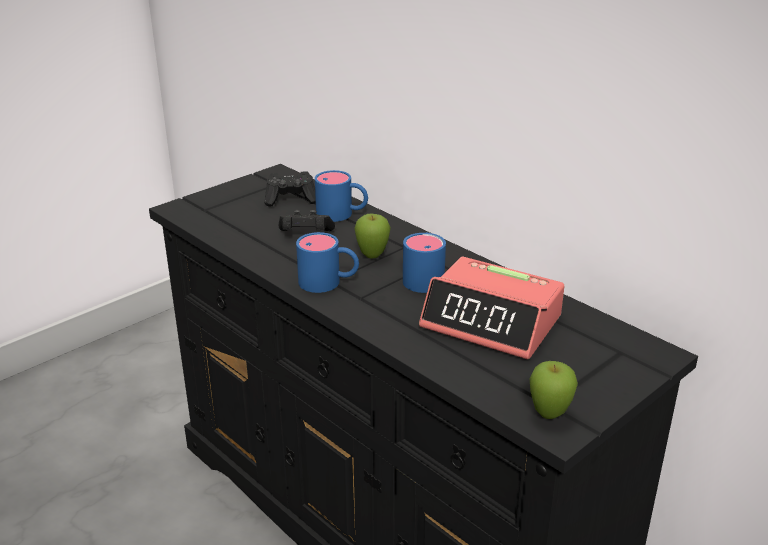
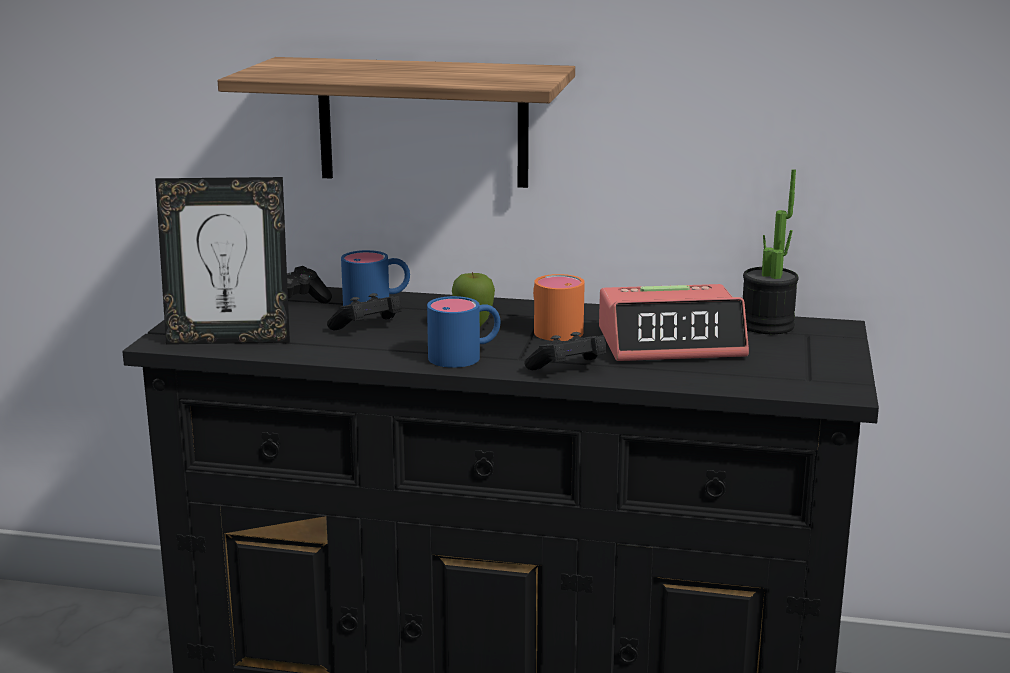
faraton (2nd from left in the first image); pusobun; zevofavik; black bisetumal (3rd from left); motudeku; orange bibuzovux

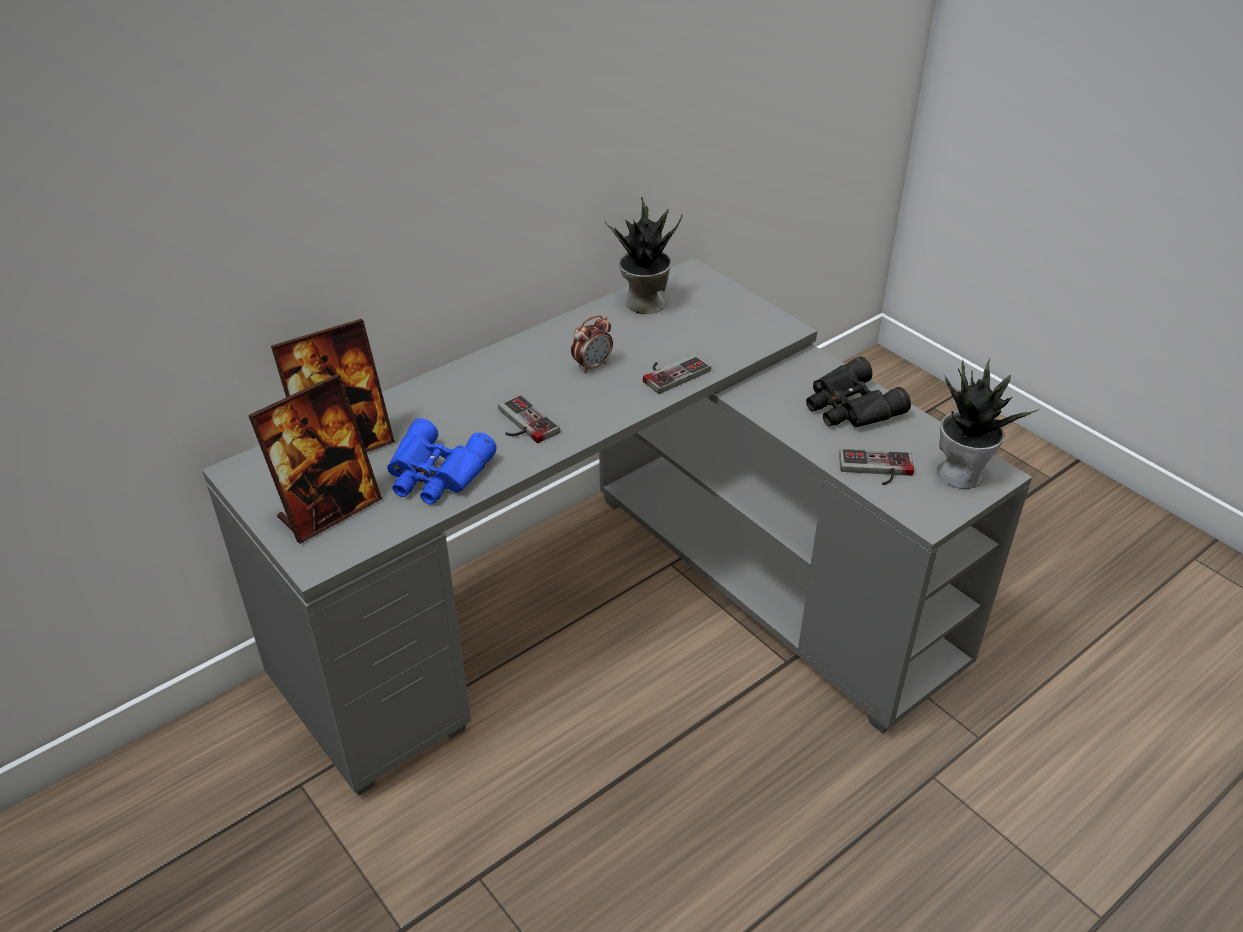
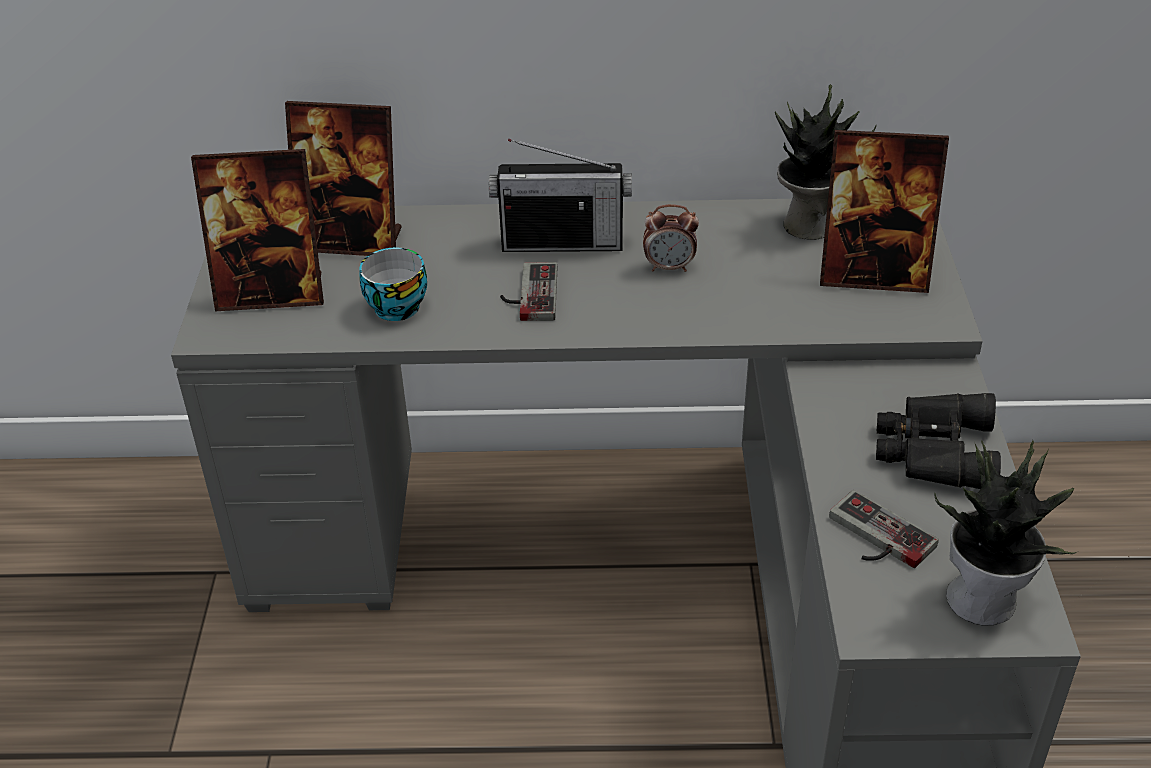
bisetumal (2nd from left in the first image); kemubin; pusobun (3rd from left); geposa

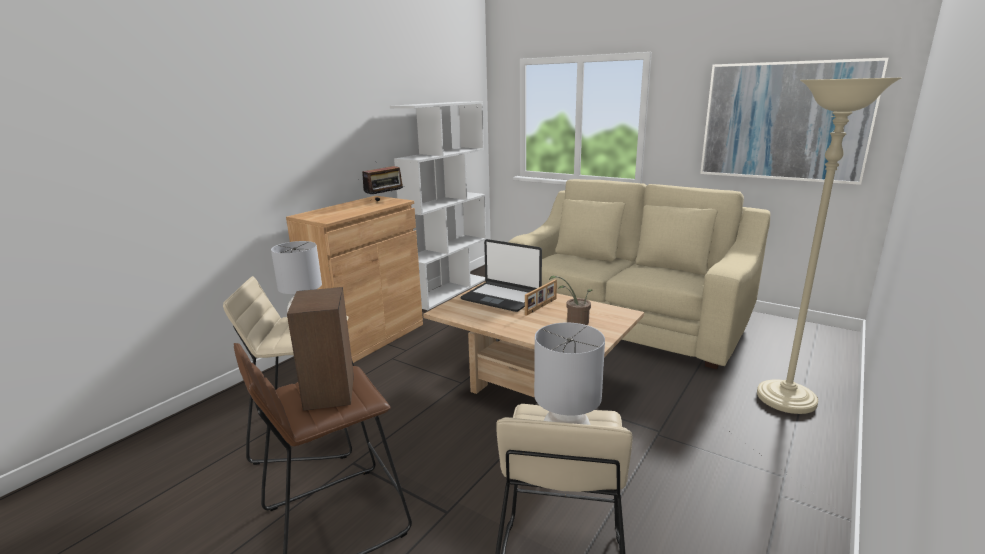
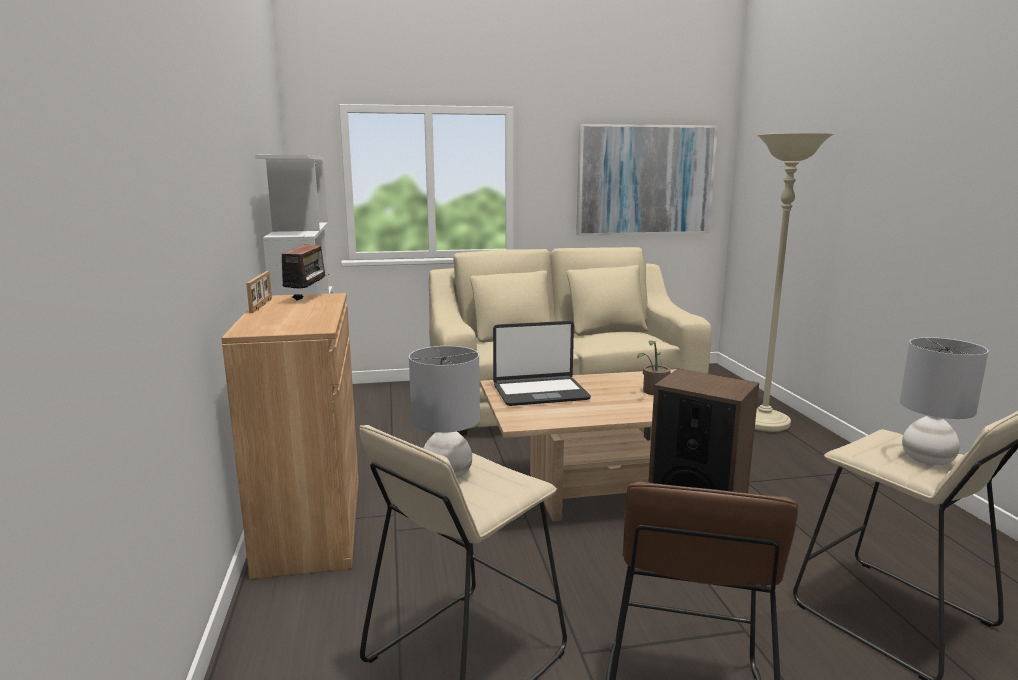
pusobun

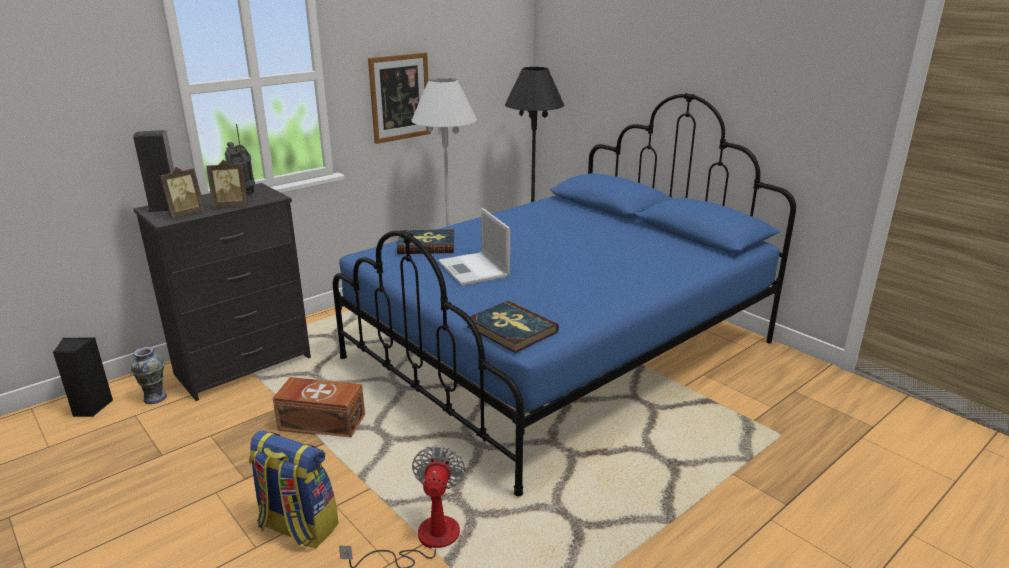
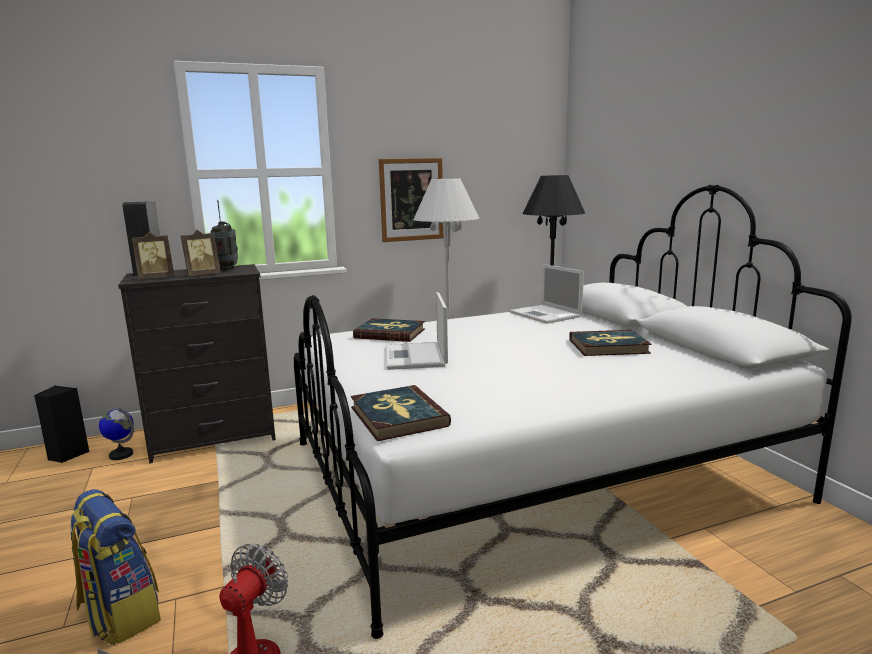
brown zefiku; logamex (2nd from left); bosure (3rd from left); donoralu; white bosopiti; pusobun (2nd from left)

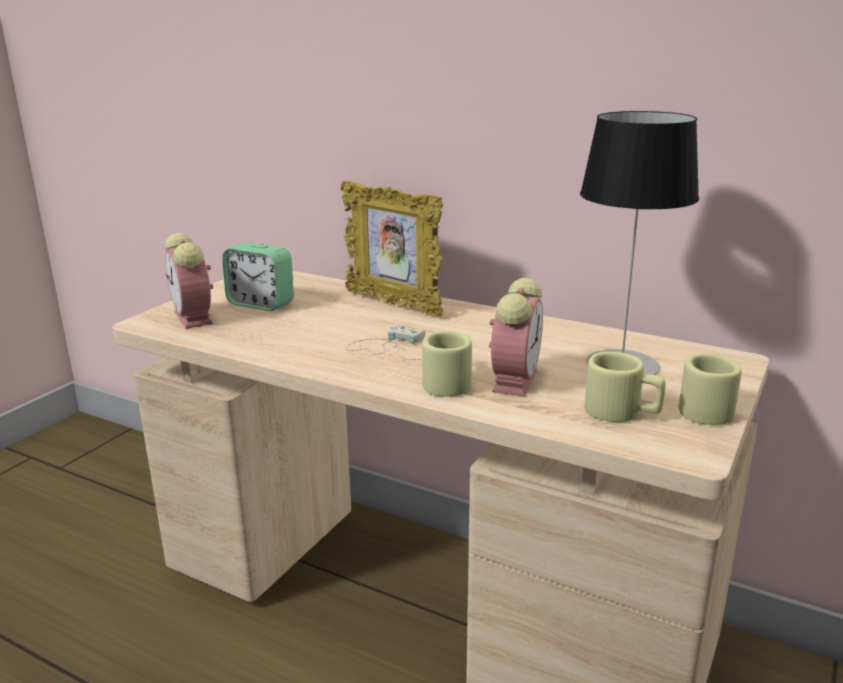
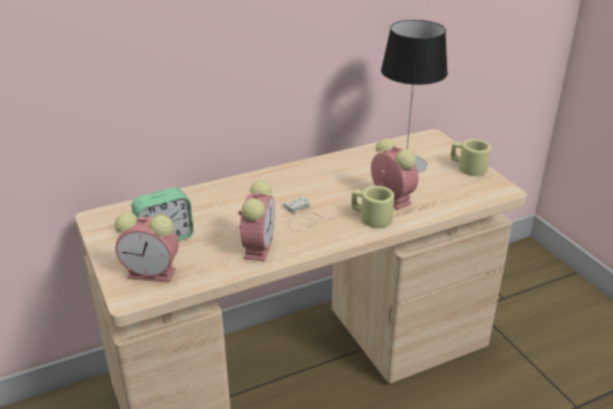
pusobun; beige bibuzovux (2nd from left in the first image); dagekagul (3rd from left)

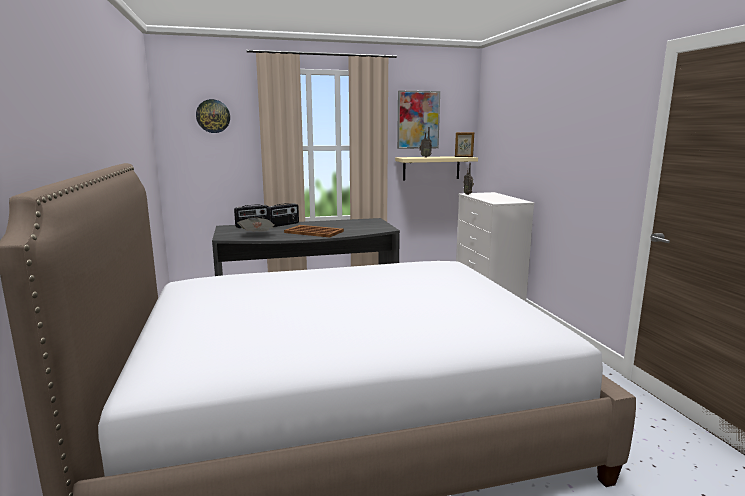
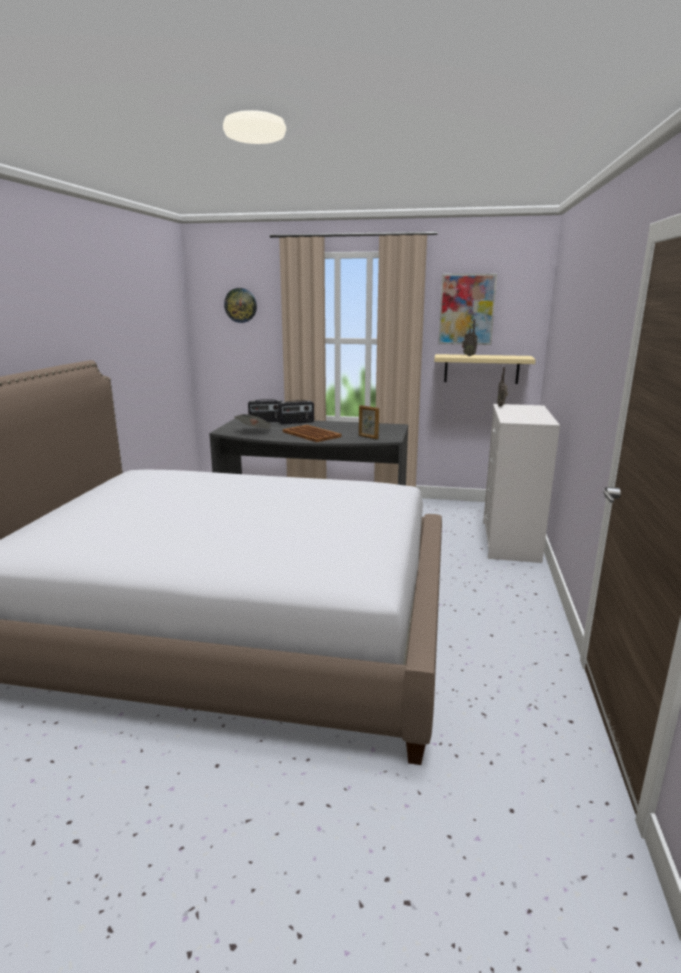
pusobun

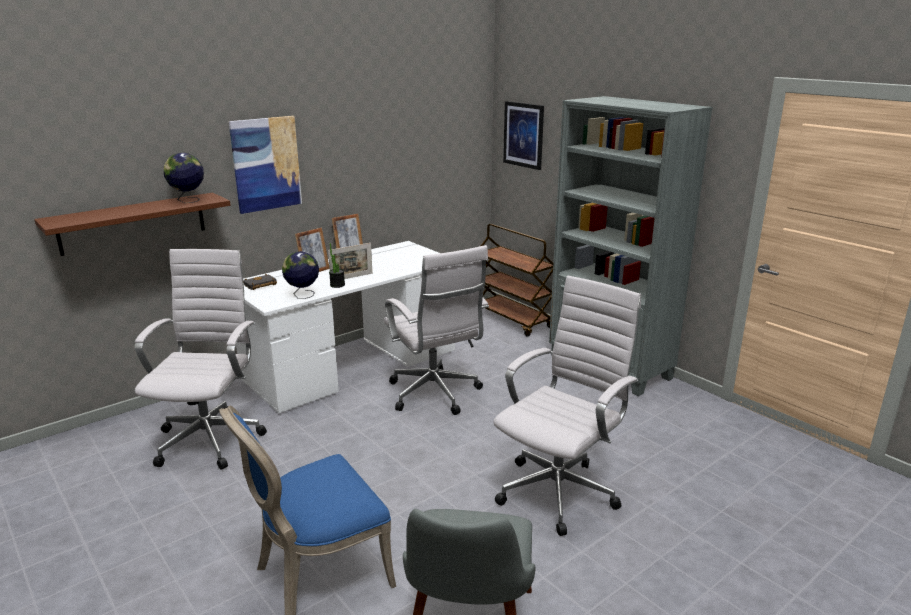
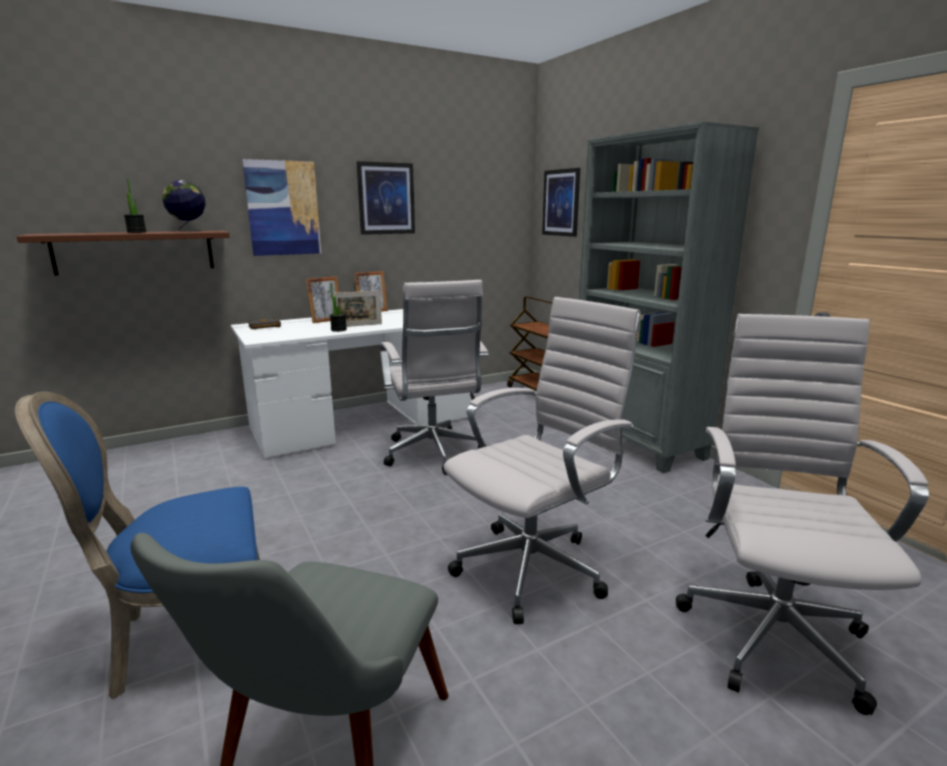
donoralu (2nd from left in the first image); motudeku (1st from left); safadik (2nd from left); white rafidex (3rd from left)

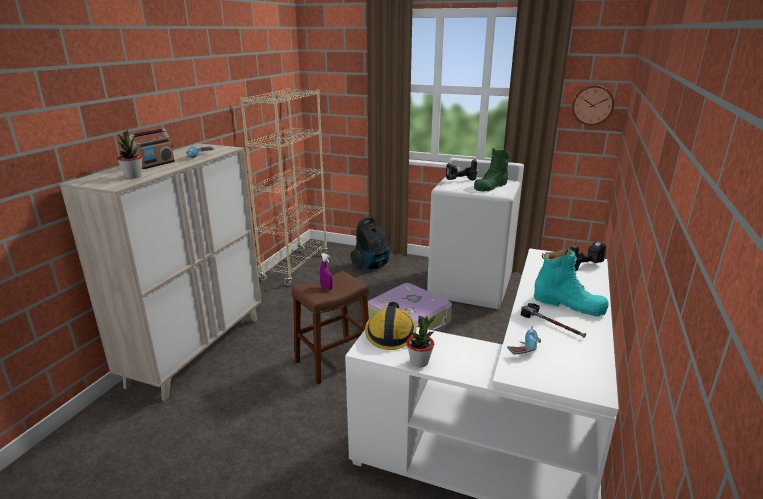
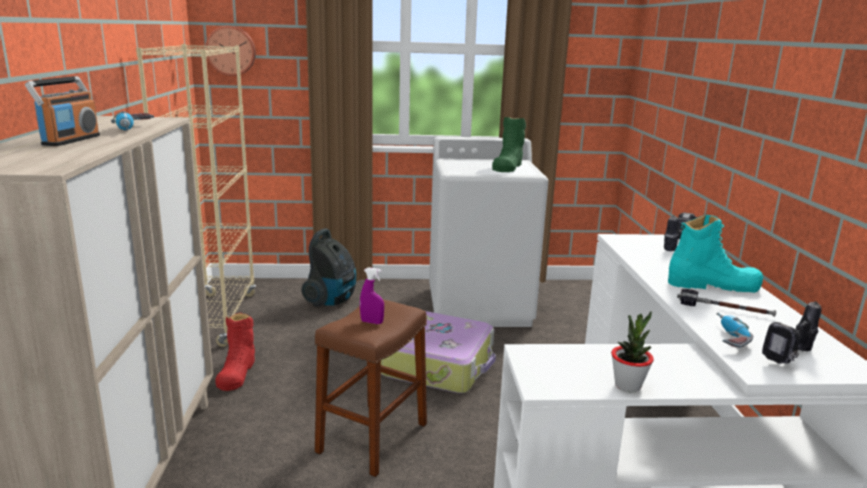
motudeku (1st from left in the first image); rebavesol; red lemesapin; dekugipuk (4th from left); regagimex

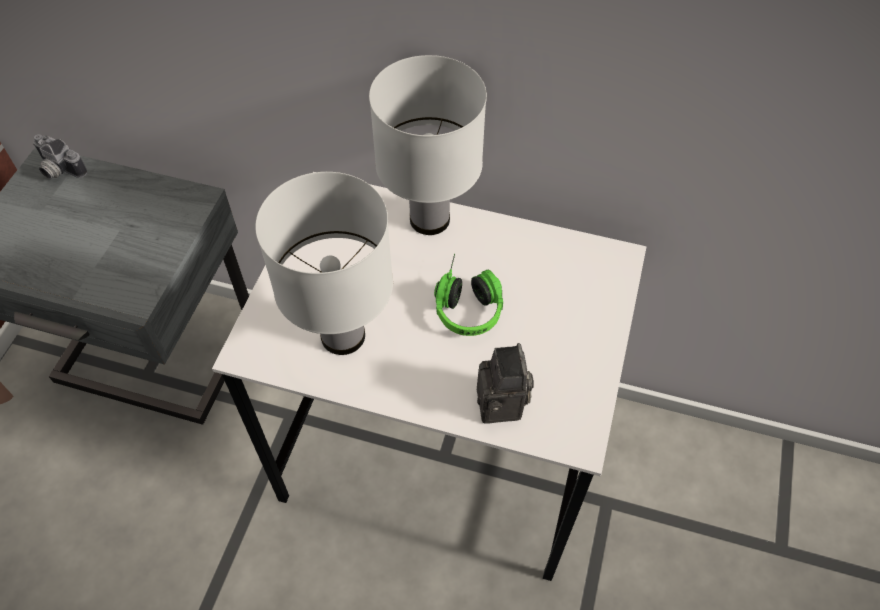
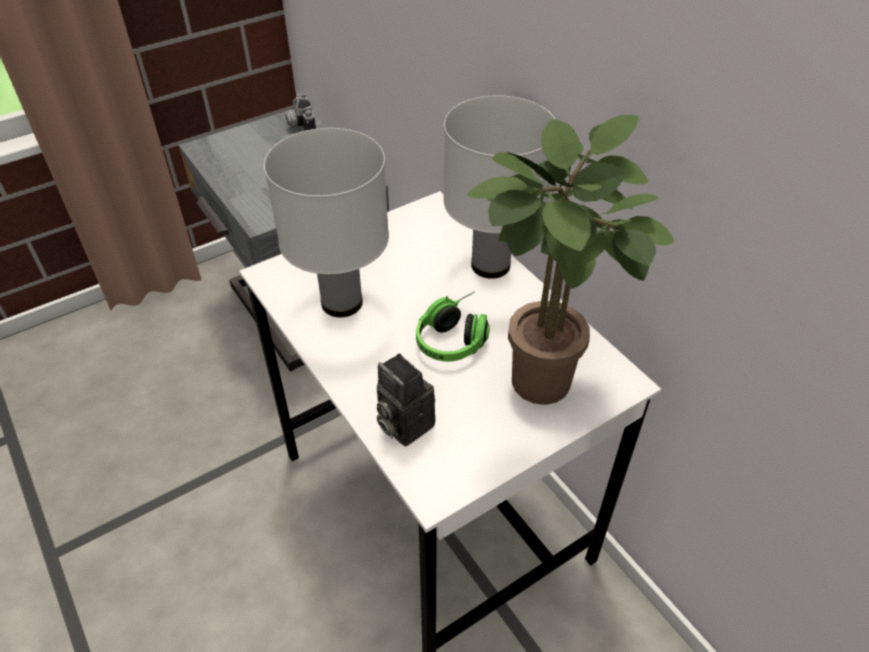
motudeku; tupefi (2nd from left)

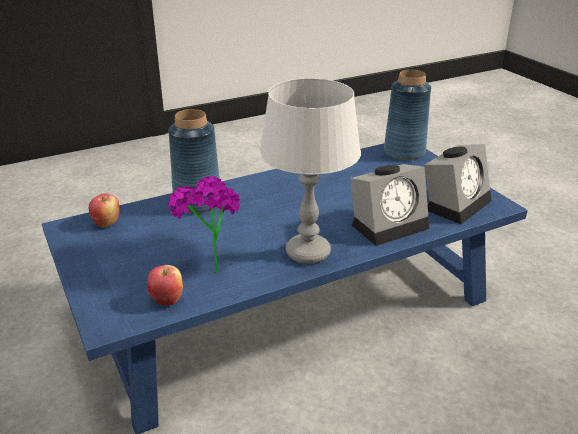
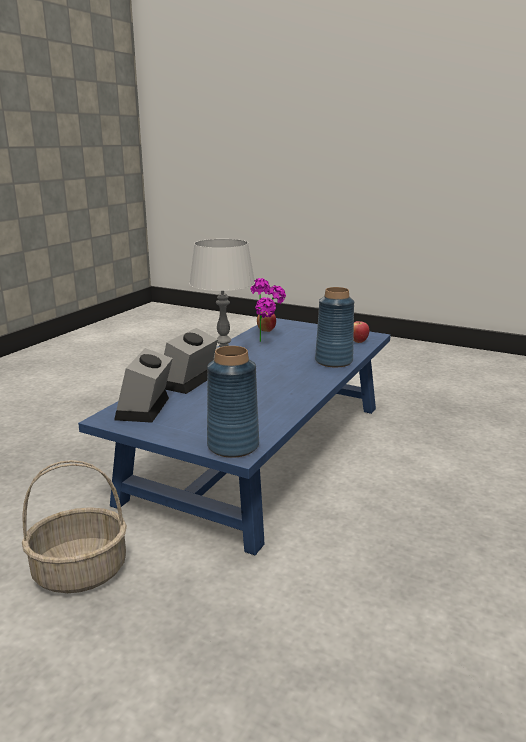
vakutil

